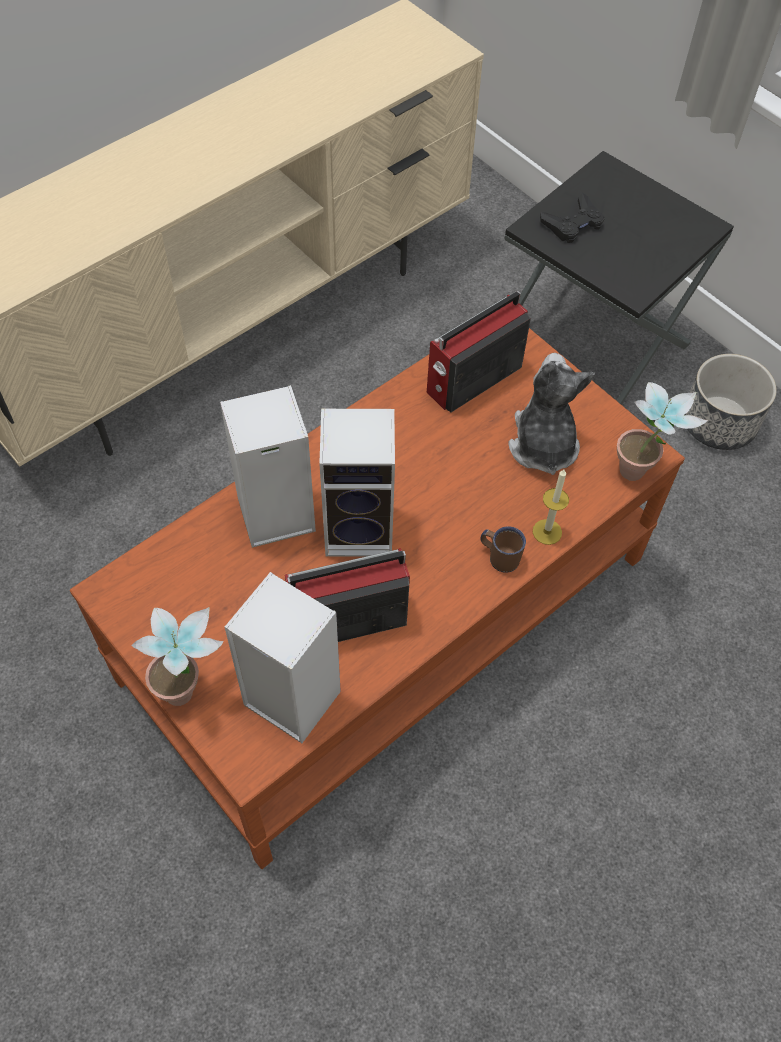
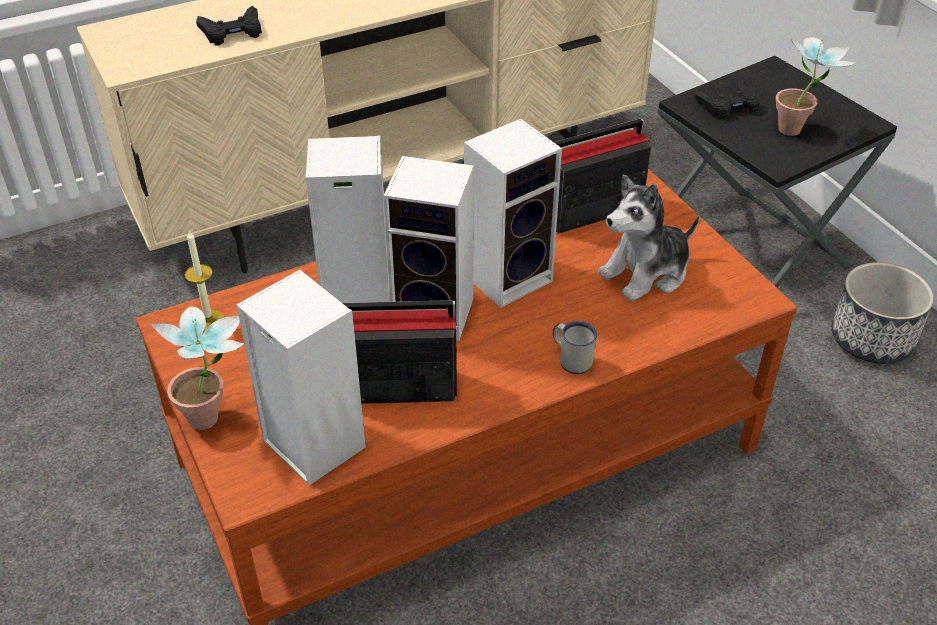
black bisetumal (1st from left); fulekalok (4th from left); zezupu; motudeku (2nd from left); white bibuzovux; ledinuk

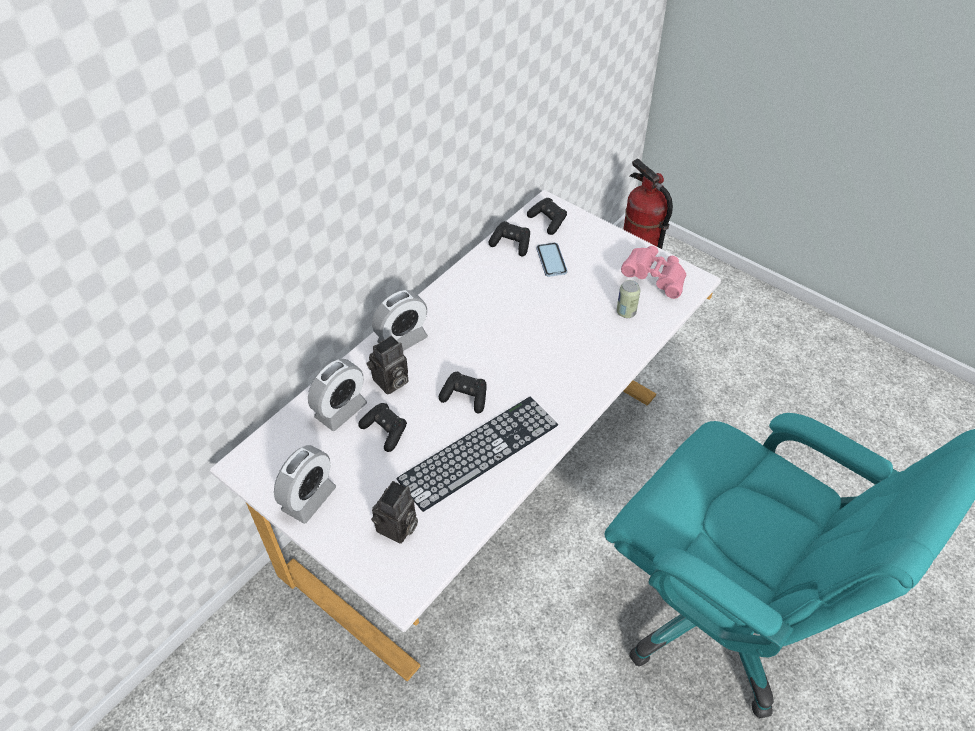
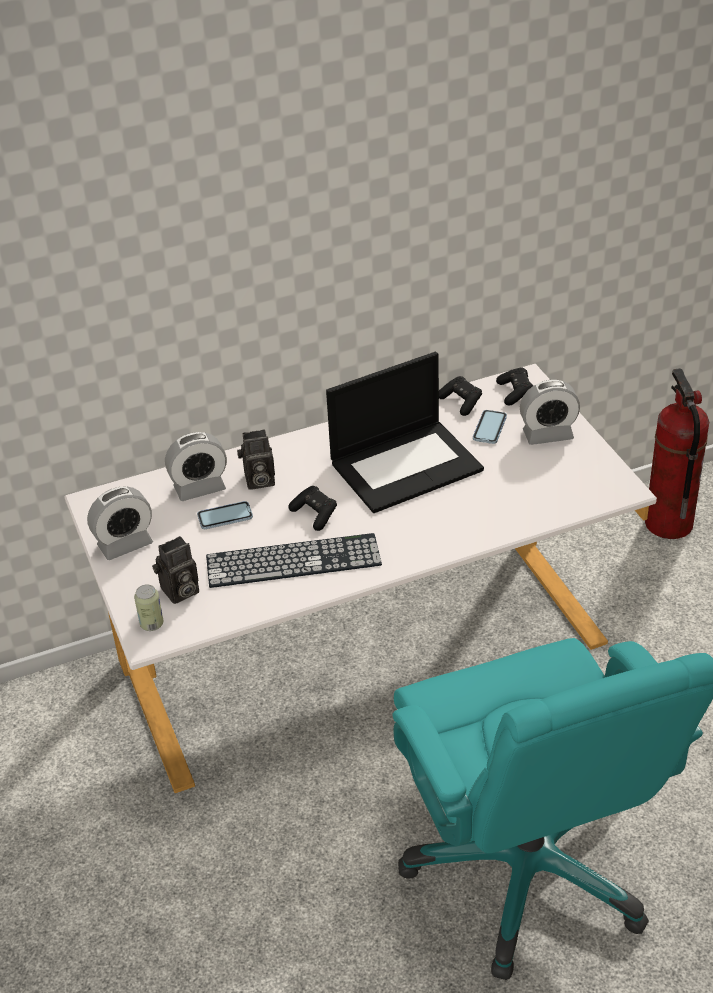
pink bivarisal; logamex; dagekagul (3rd from left); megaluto; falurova (1st from left)

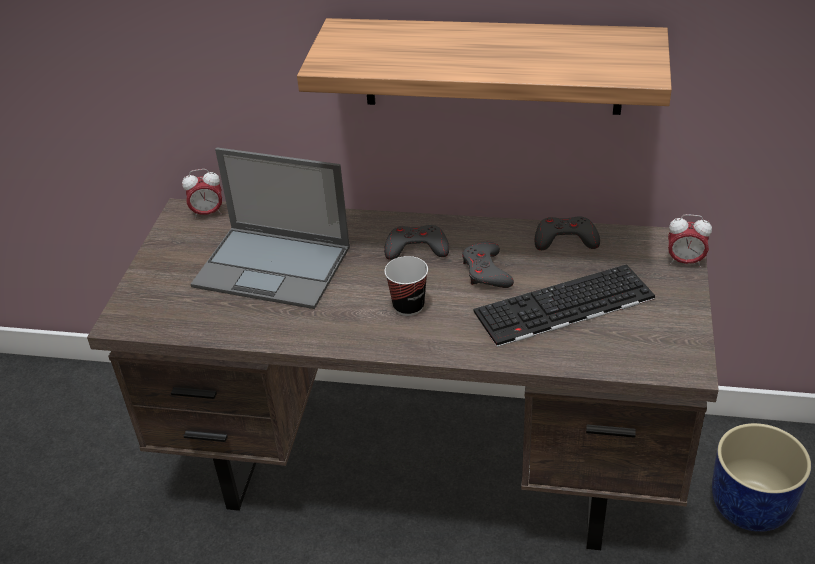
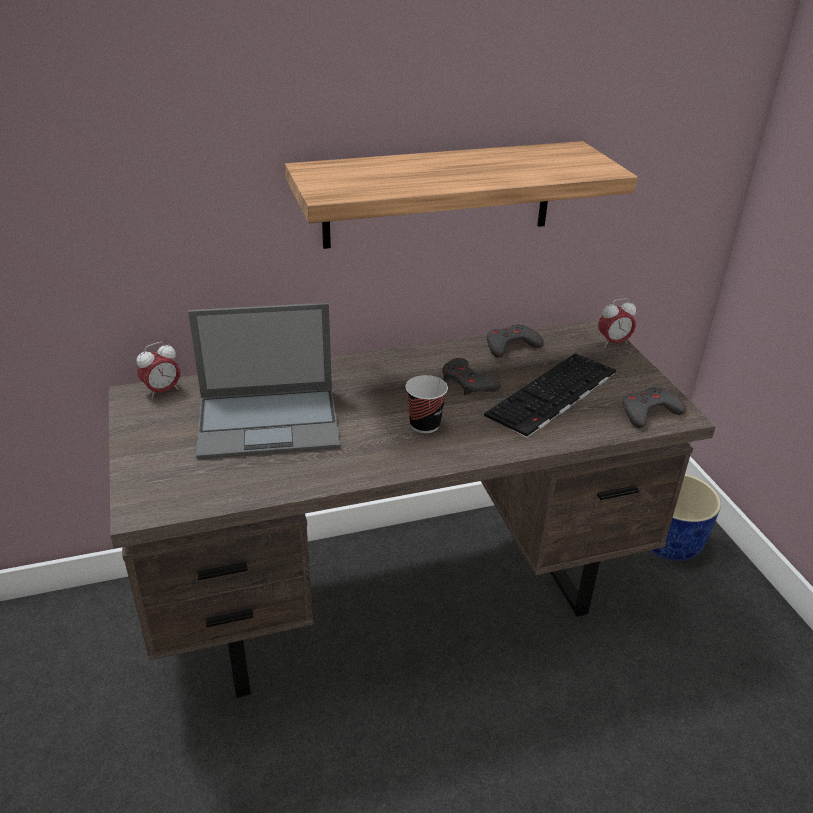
grey bisetumal (3rd from left)

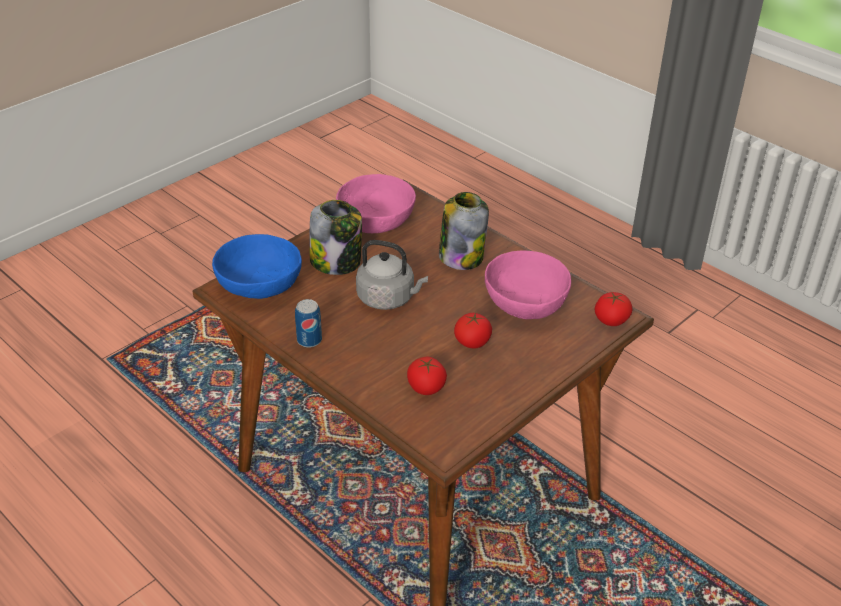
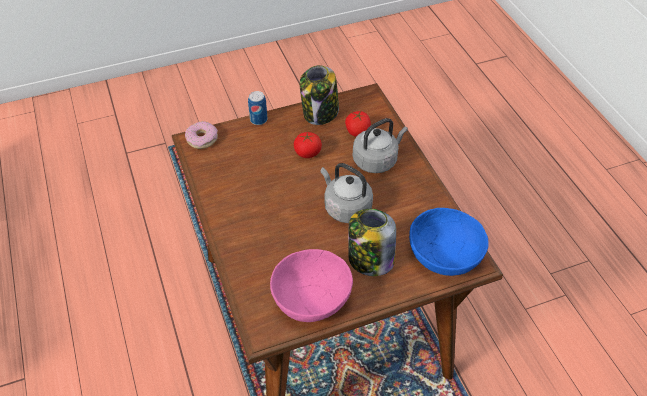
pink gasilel (2nd from left in the first image); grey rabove (2nd from left); megaluto; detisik (1st from left); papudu

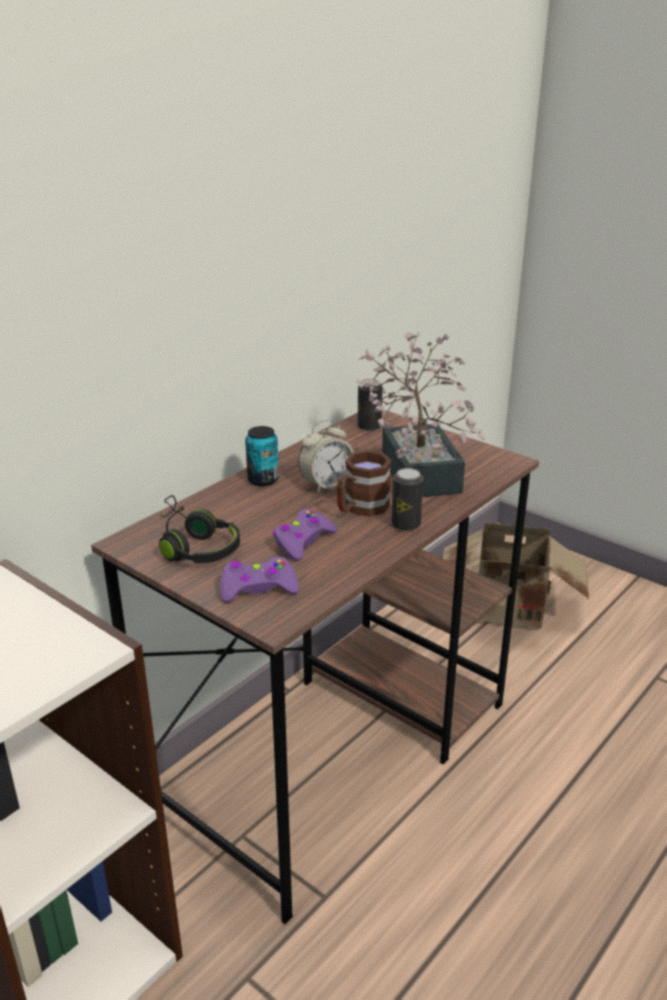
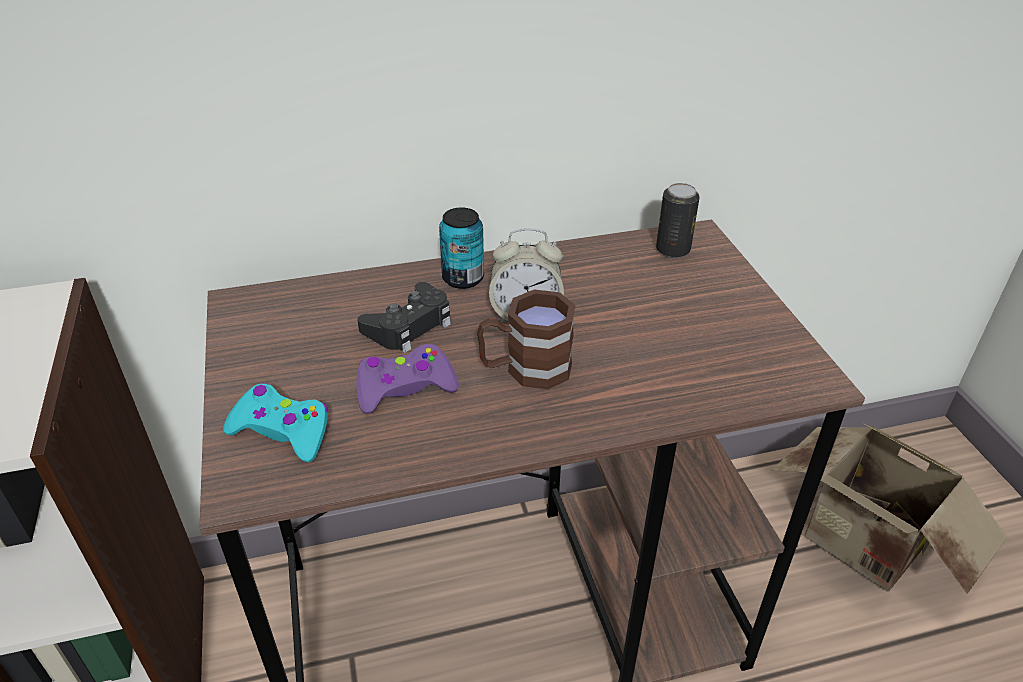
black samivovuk; motudeku; megaluto (3rd from left in the first image); black bisetumal; turquoise bisetumal

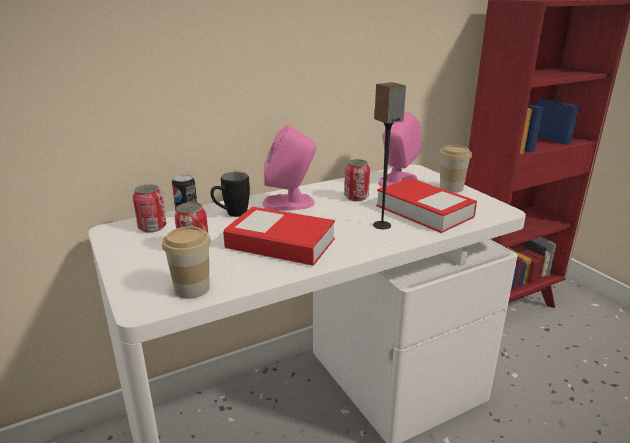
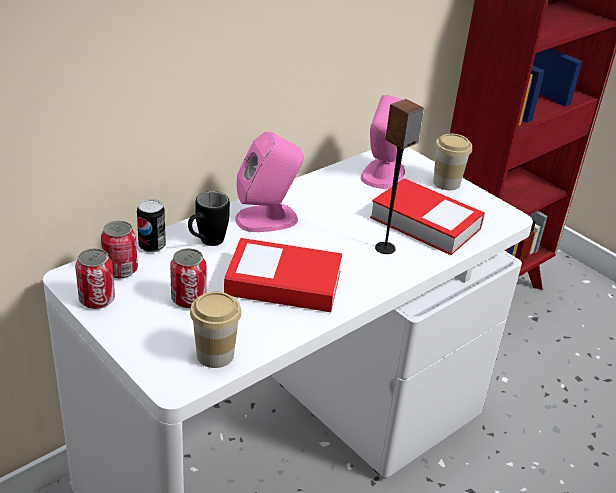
megaluto (1st from left)

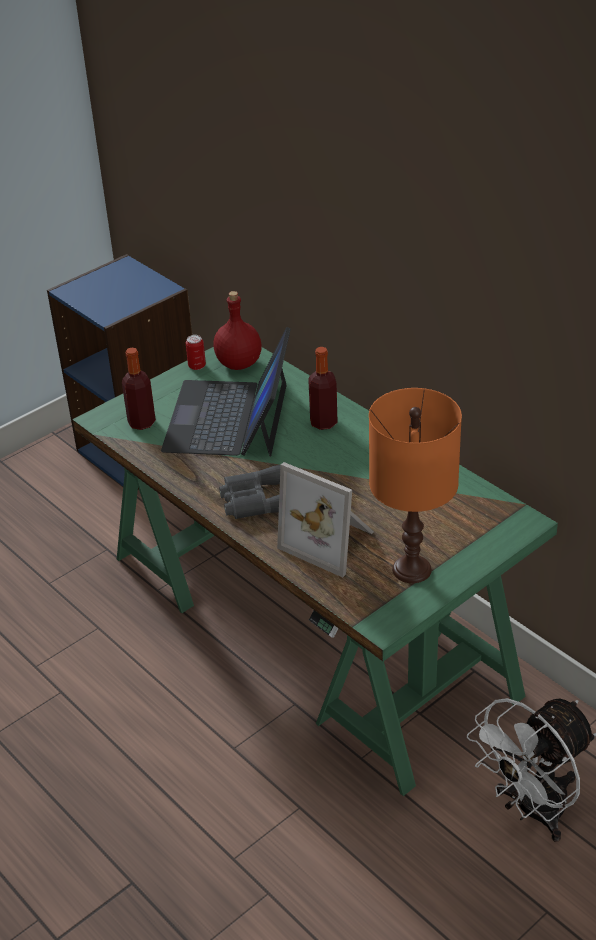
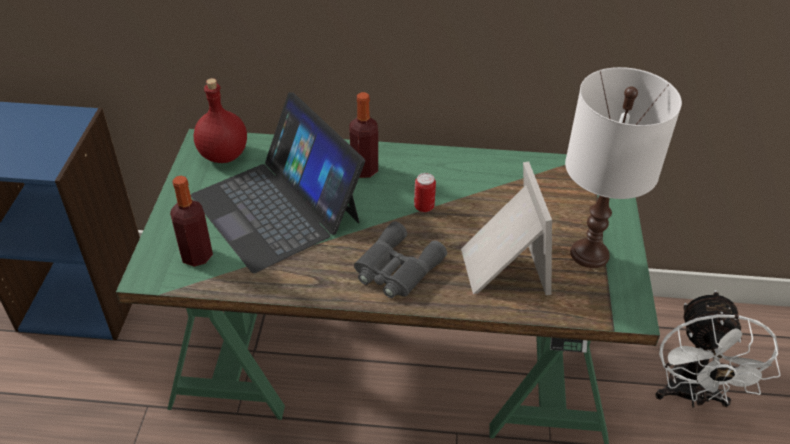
megaluto; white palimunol; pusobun

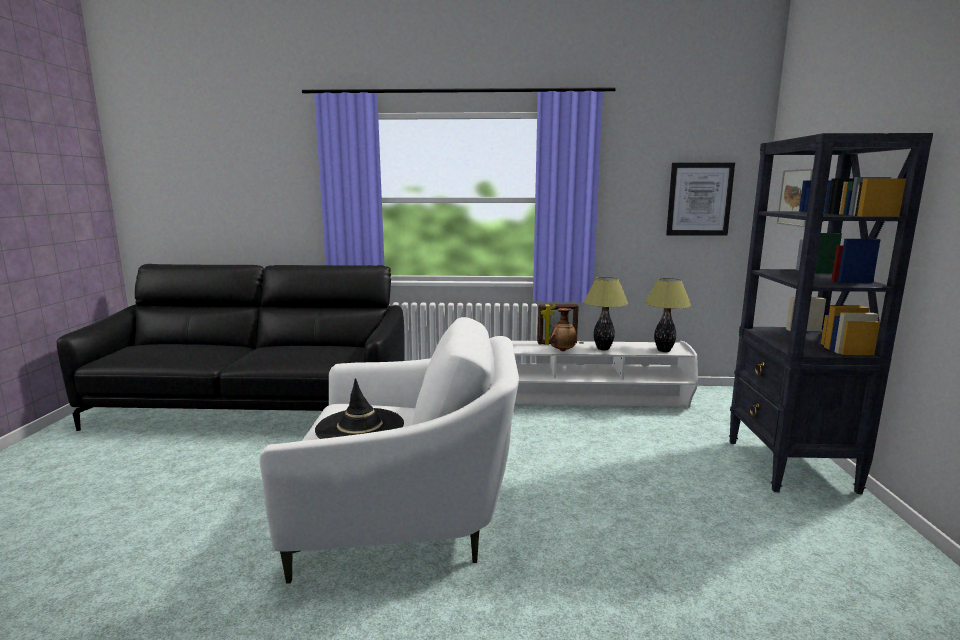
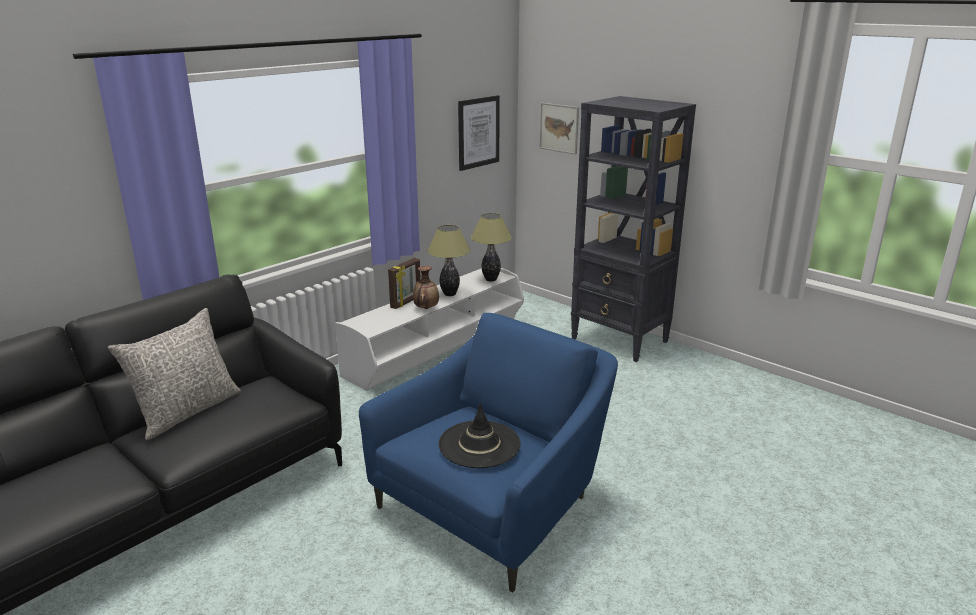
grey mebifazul; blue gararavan

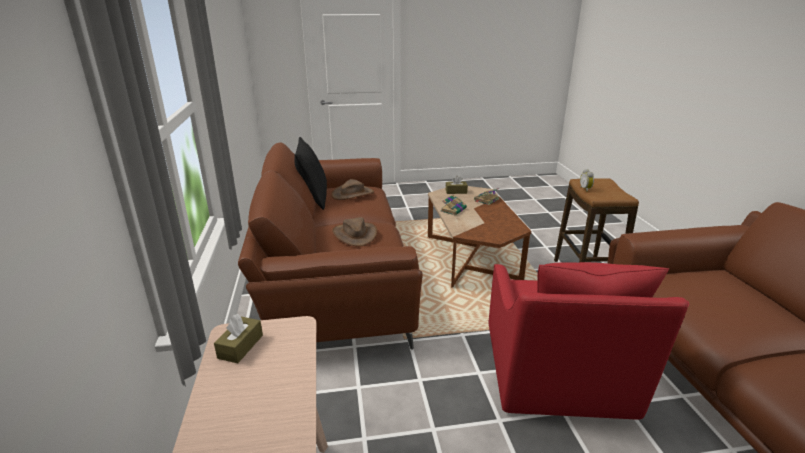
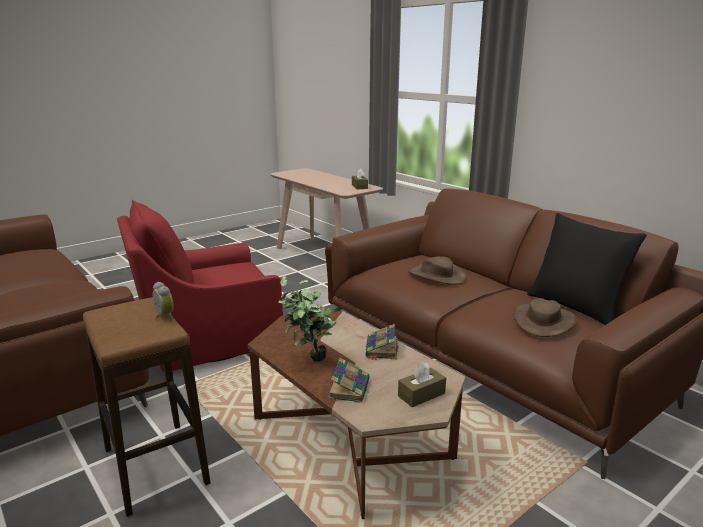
motudeku; red gararavan

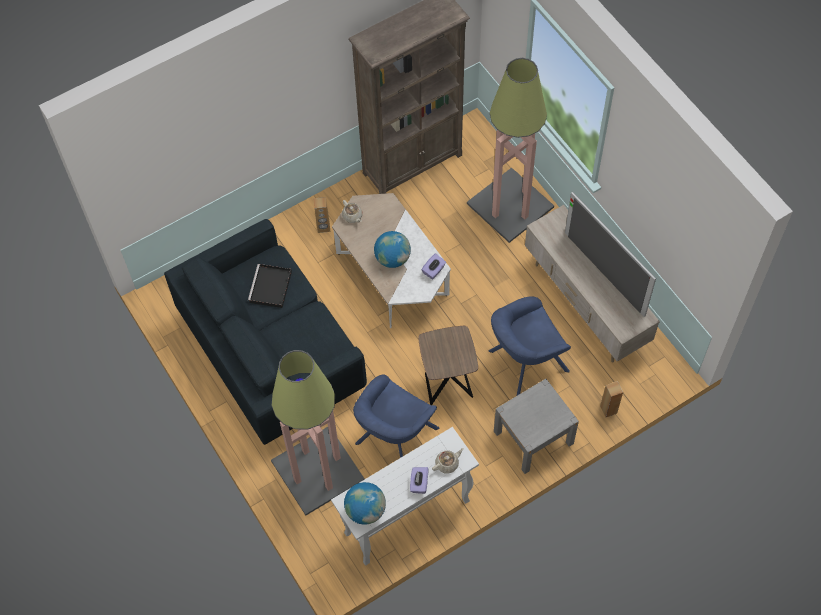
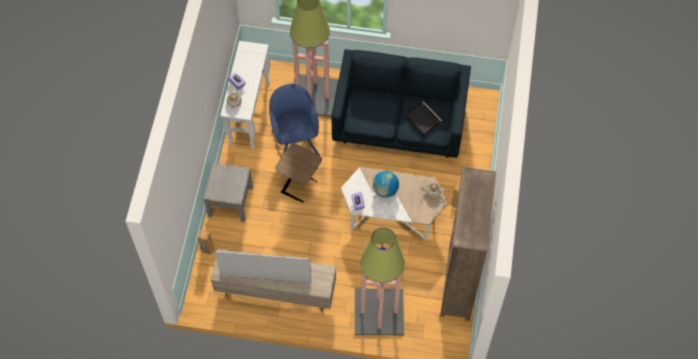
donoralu (1st from left in the first image); blue gararavan (2nd from left in the first image)

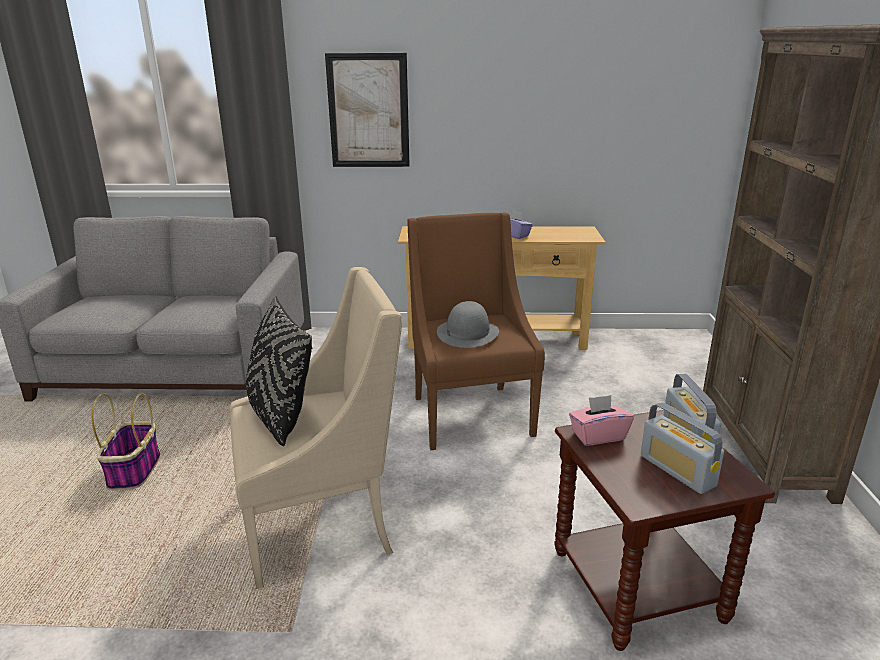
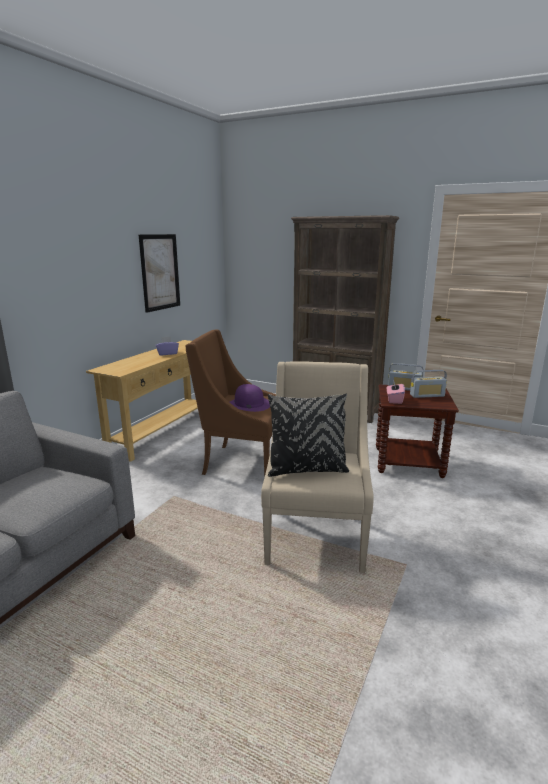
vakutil; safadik; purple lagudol

